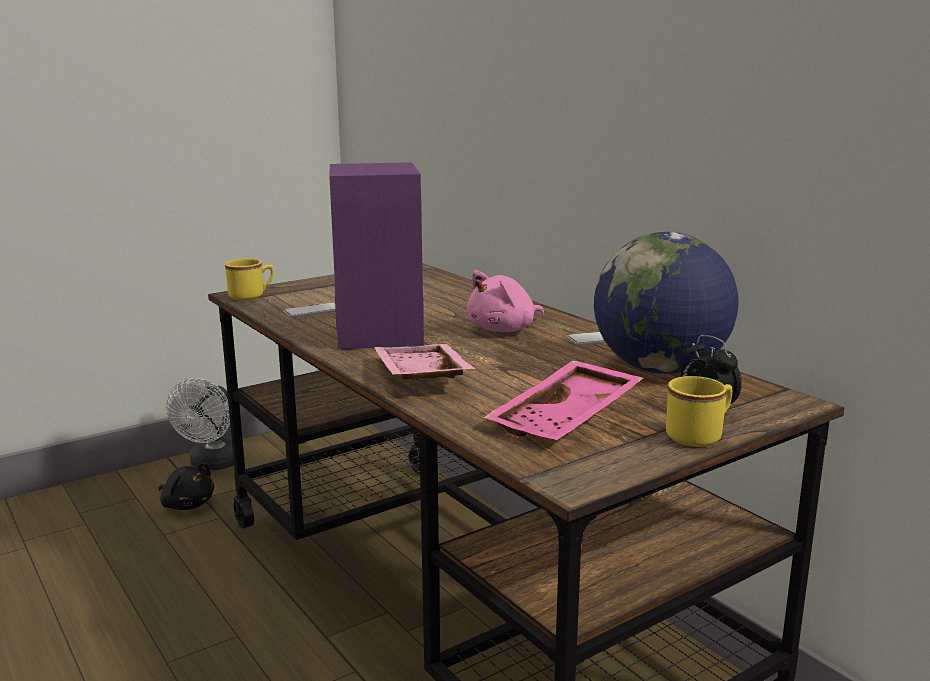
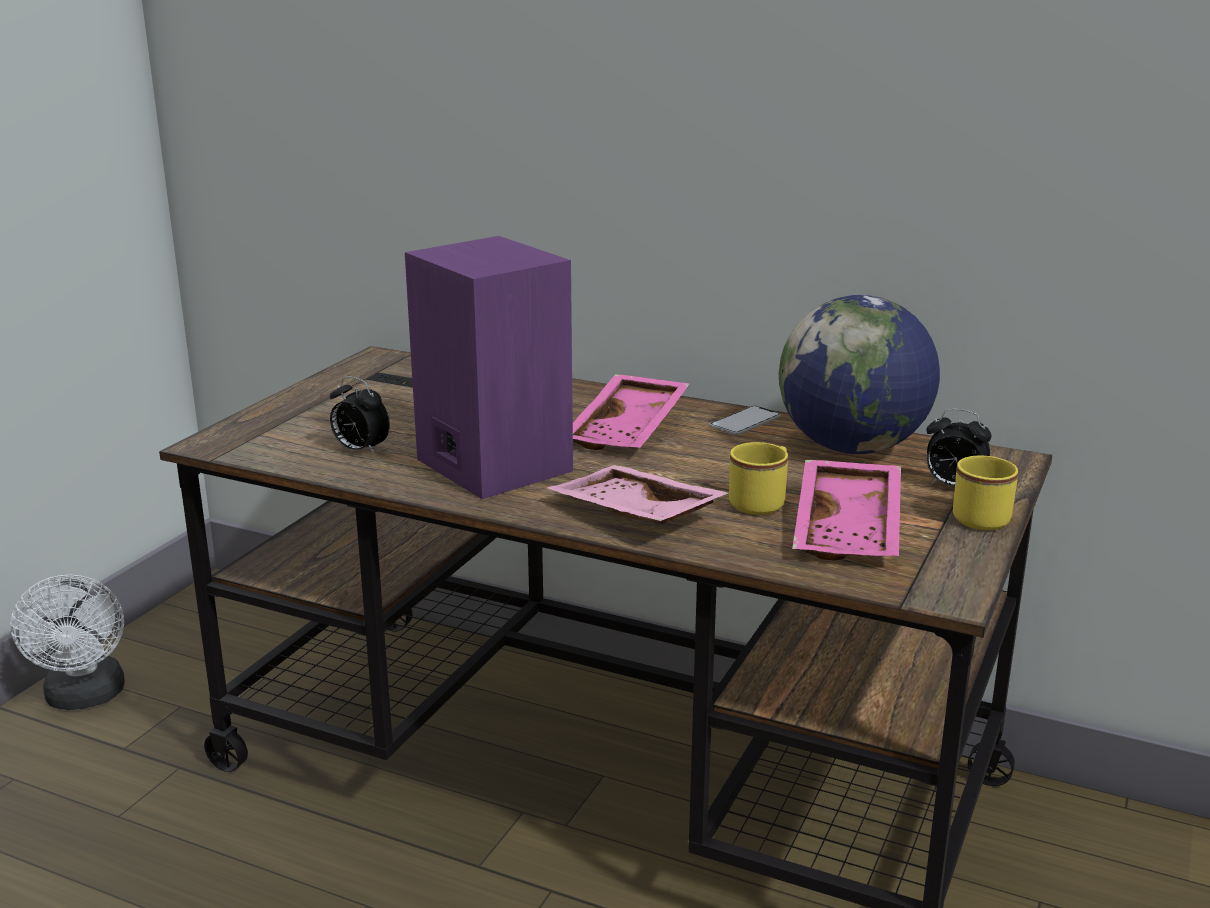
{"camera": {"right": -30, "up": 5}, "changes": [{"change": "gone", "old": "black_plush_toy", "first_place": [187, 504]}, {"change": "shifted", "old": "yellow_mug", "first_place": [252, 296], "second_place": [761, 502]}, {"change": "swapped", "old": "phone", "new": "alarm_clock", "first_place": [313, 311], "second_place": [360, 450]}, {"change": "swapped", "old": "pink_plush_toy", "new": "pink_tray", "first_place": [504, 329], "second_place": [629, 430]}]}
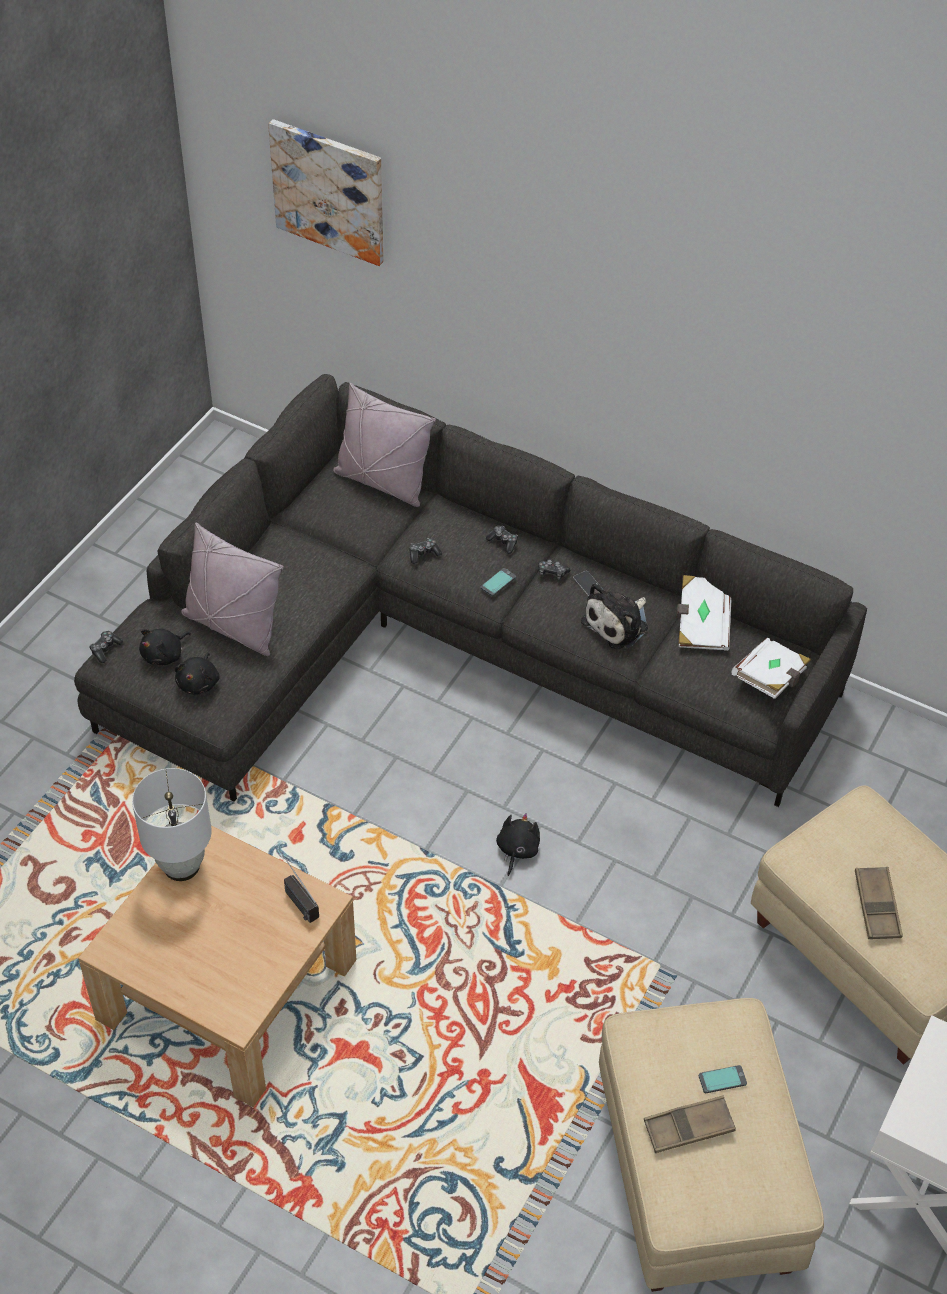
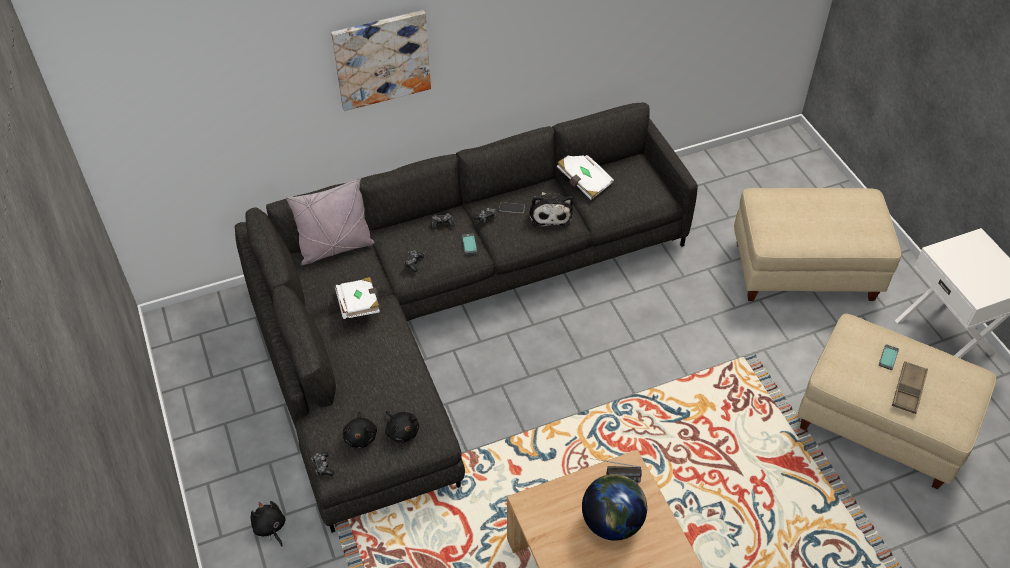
{"camera": {"right": -50, "up": 0}, "changes": [{"change": "gone", "old": "white_table_lamp", "first_place": [181, 865]}, {"change": "gone", "old": "purple_pillow", "first_place": [233, 626]}, {"change": "shifted", "old": "picture", "first_place": [329, 191], "second_place": [381, 59]}, {"change": "shifted", "old": "black_plush_toy", "first_place": [517, 850], "second_place": [270, 528]}, {"change": "shifted", "old": "white_book", "first_place": [770, 678], "second_place": [359, 305]}, {"change": "gone", "old": "brown_tray", "first_place": [877, 906]}, {"change": "new", "new": "globe", "second_place": [612, 522]}]}
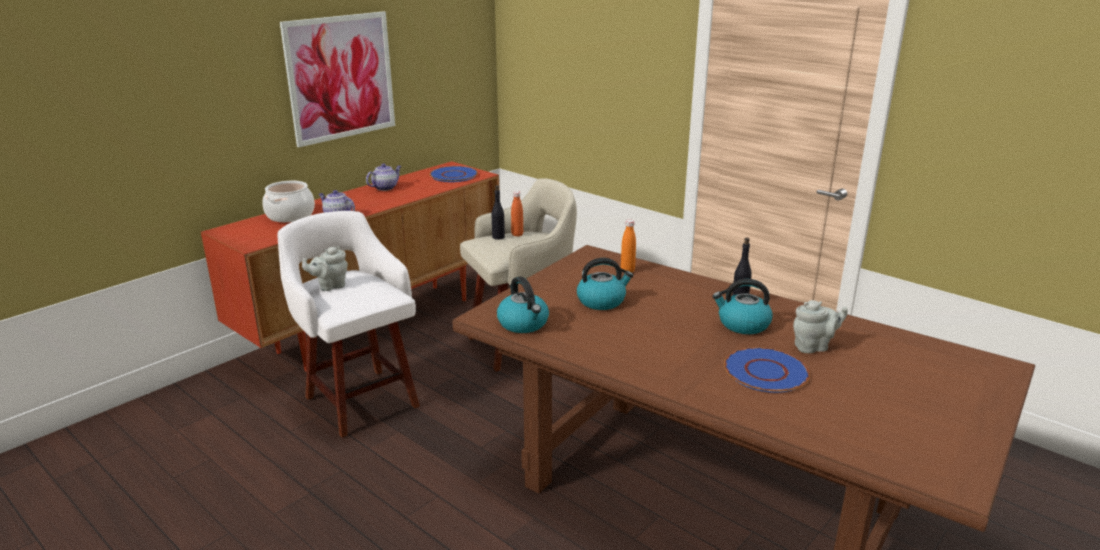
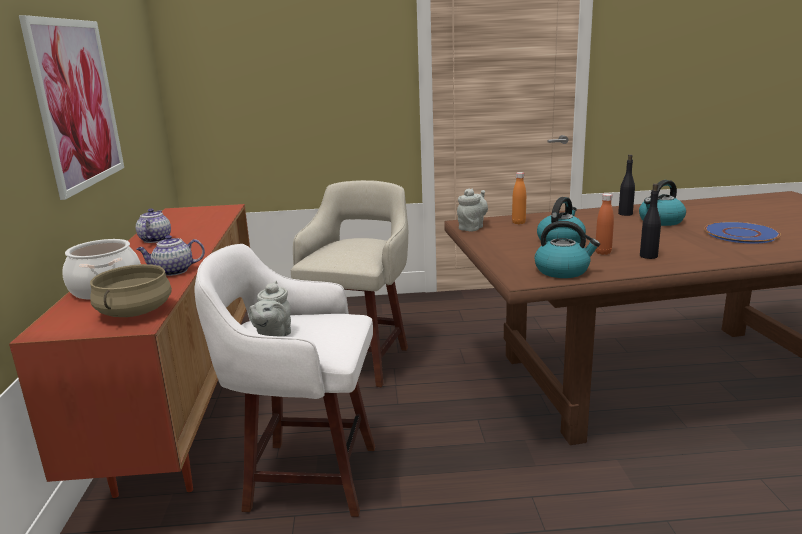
{"camera": {"right": -45, "up": -5}, "changes": [{"change": "gone", "old": "blue_plate", "first_place": [454, 175]}, {"change": "shifted", "old": "black_bottle", "first_place": [498, 237], "second_place": [648, 256]}, {"change": "shifted", "old": "orange_bottle", "first_place": [517, 234], "second_place": [603, 252]}, {"change": "shifted", "old": "grey_teapot", "first_place": [813, 347], "second_place": [472, 227]}, {"change": "new", "new": "beige_cooking_pot", "second_place": [134, 311]}]}
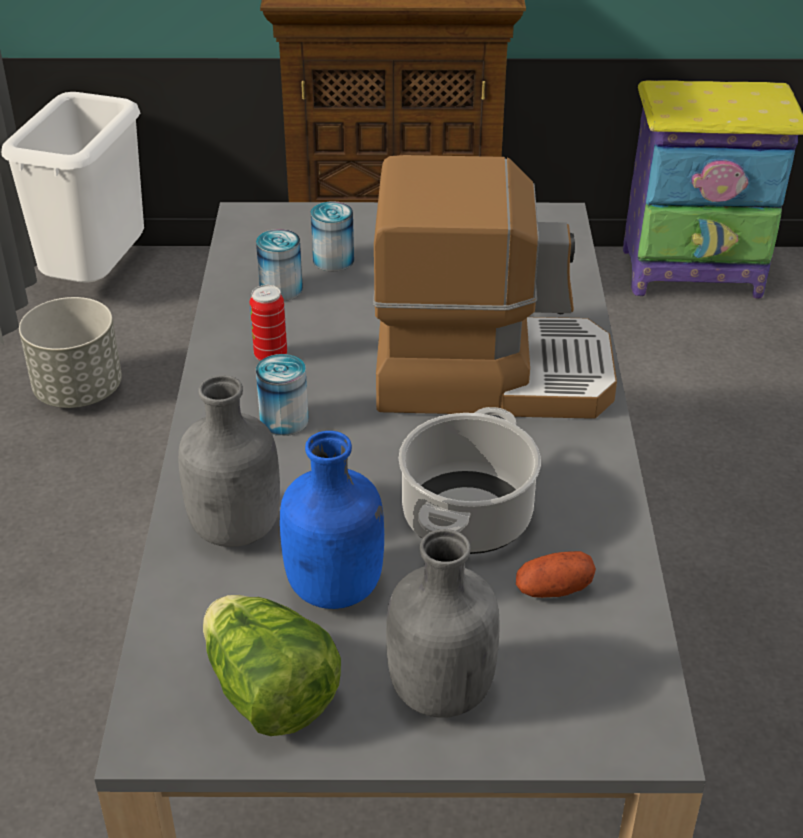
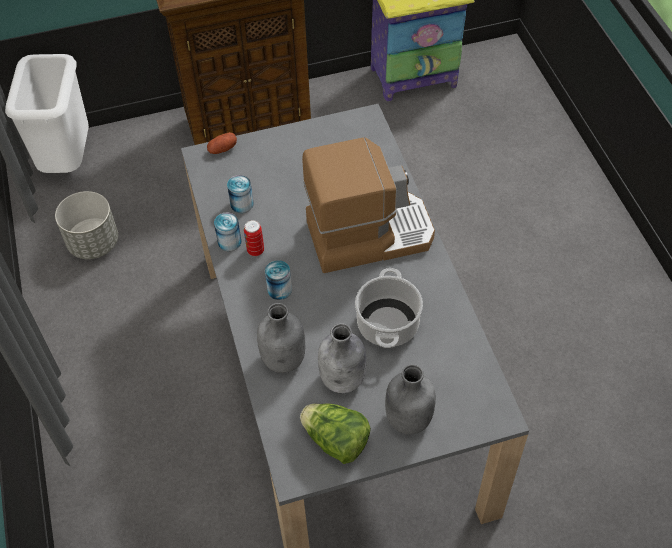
{"camera": {"right": -15, "up": 15}, "changes": [{"change": "repainted", "old": "blue_bottle", "new": "grey_bottle", "first_place": [336, 588], "second_place": [343, 379]}, {"change": "shifted", "old": "can", "first_place": [333, 260], "second_place": [229, 241]}, {"change": "shifted", "old": "potato", "first_place": [553, 589], "second_place": [222, 149]}]}
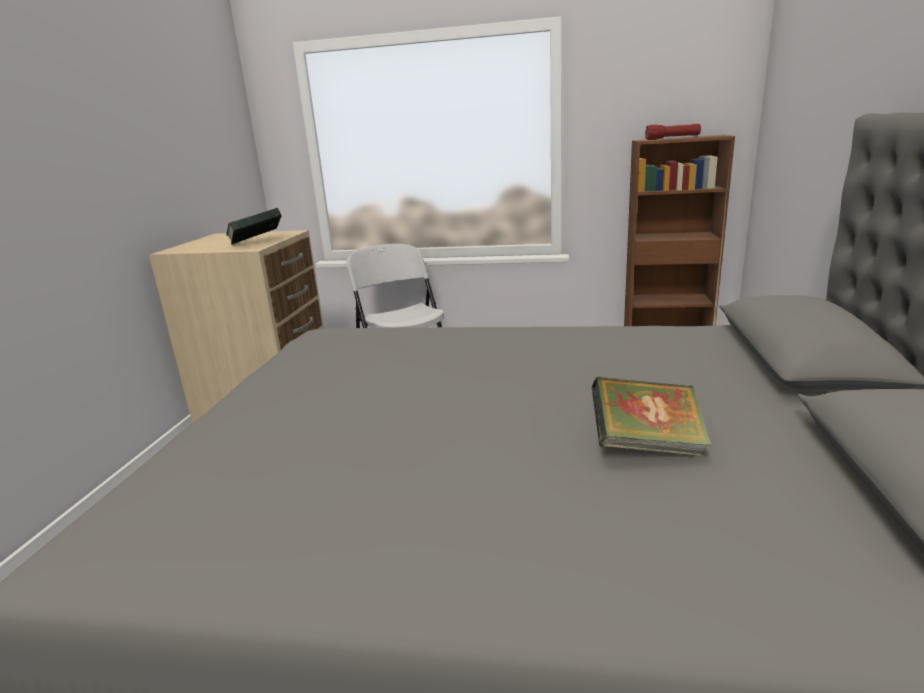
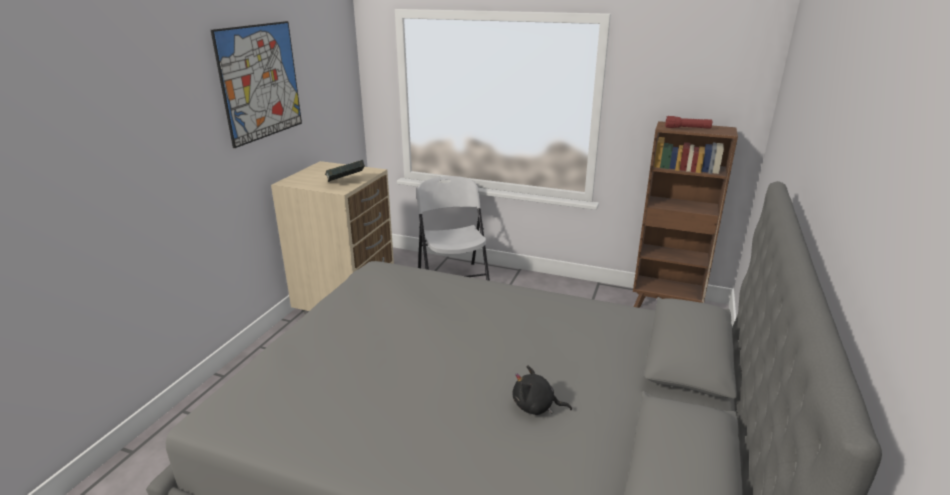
{"camera": {"right": 10, "up": 5}, "changes": [{"change": "swapped", "old": "book", "new": "black_plush_toy", "first_place": [646, 446], "second_place": [536, 407]}, {"change": "new", "new": "picture", "second_place": [260, 82]}]}
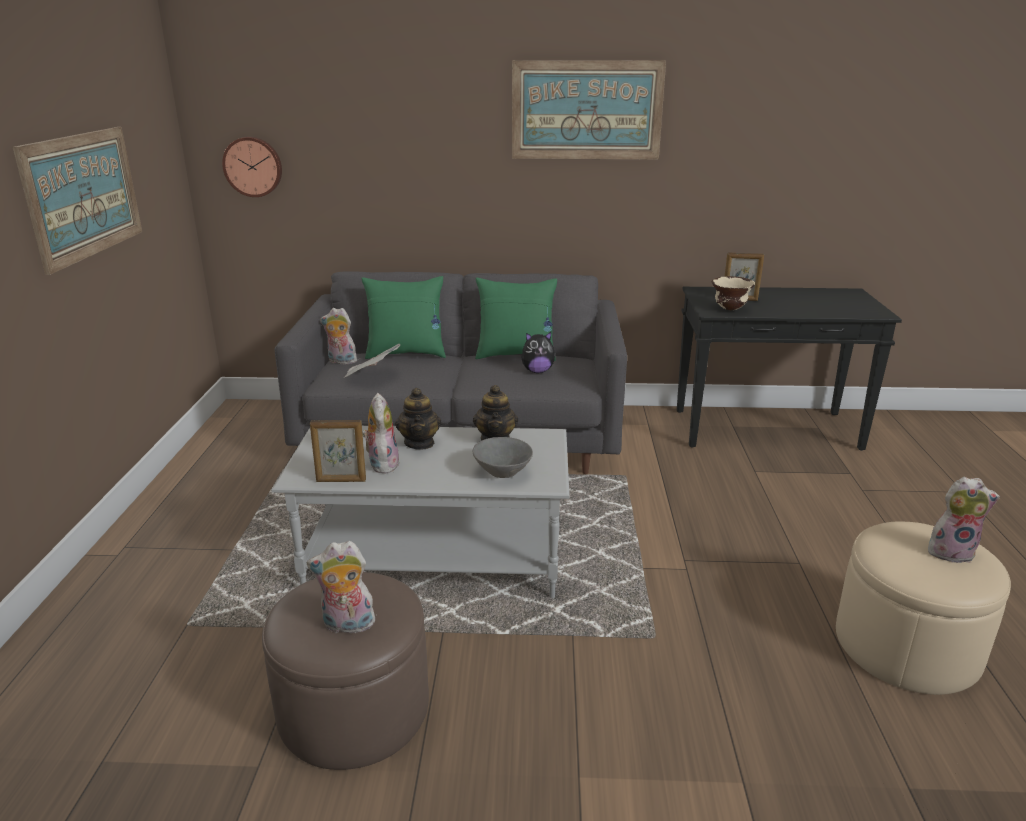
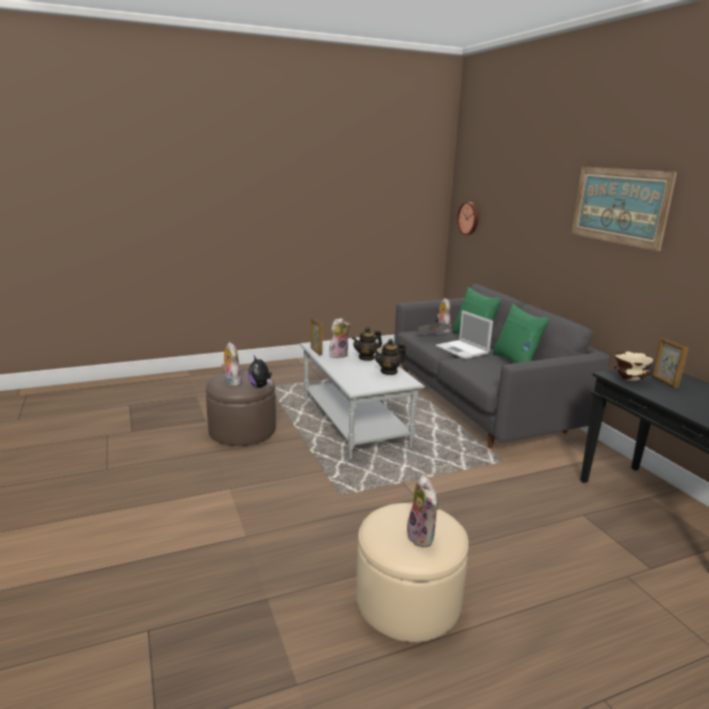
{"camera": {"right": 65, "up": -5}, "changes": [{"change": "gone", "old": "picture", "first_place": [83, 195]}, {"change": "gone", "old": "grey_bowl", "first_place": [503, 473]}, {"change": "shifted", "old": "plush_toy", "first_place": [537, 371], "second_place": [260, 386]}, {"change": "new", "new": "laptop", "second_place": [463, 350]}]}
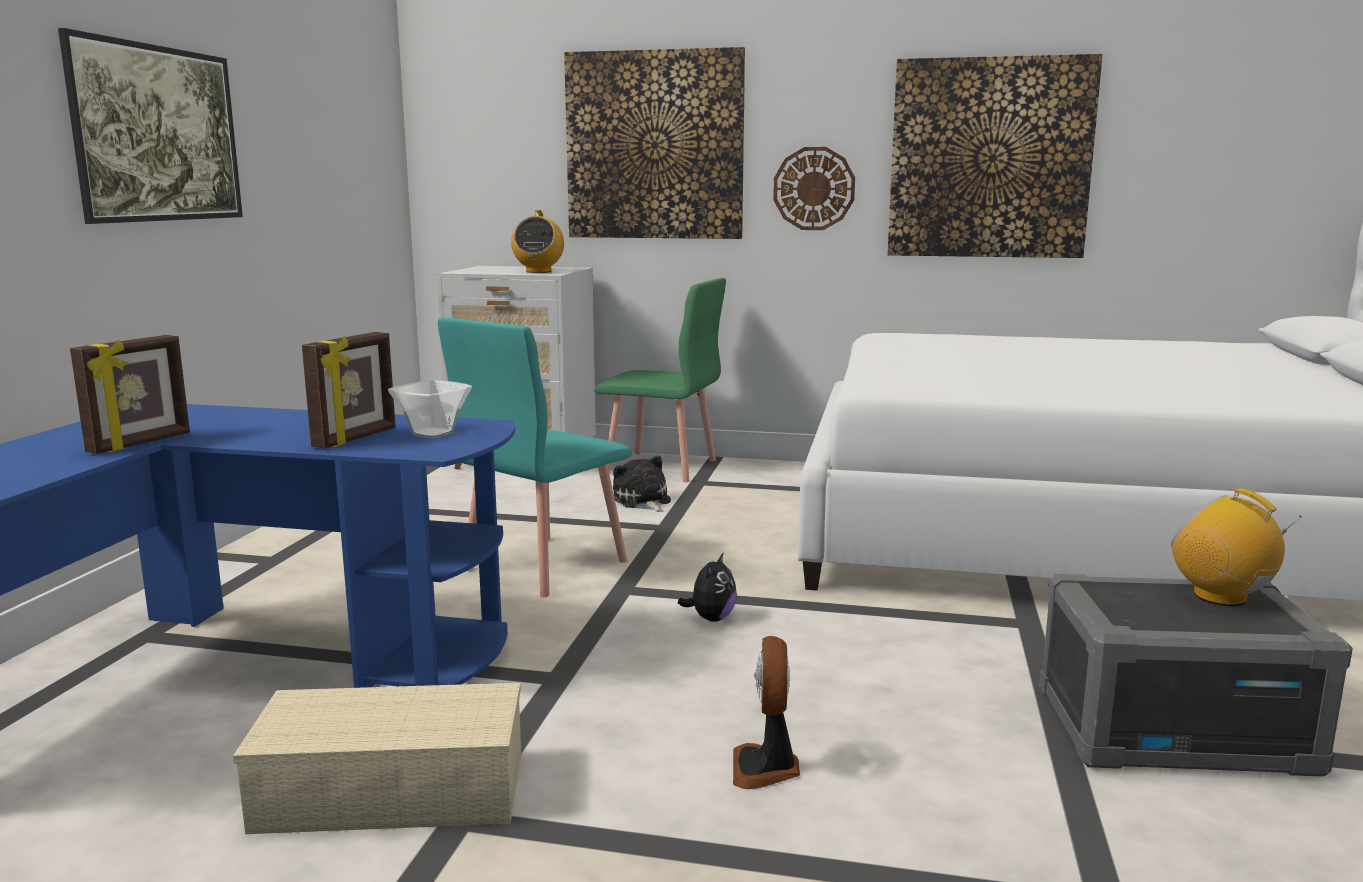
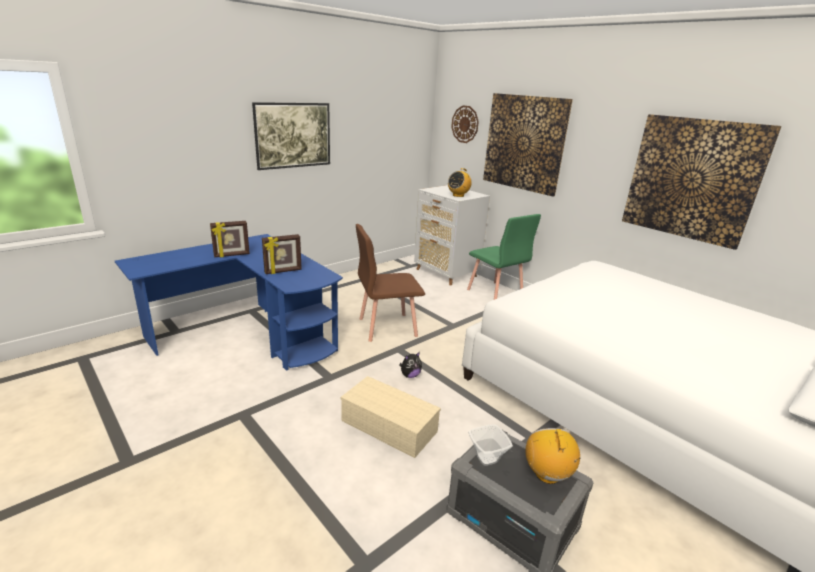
{"camera": {"right": 35, "up": 10}, "changes": [{"change": "shifted", "old": "beige_storage_box", "first_place": [396, 789], "second_place": [390, 426]}, {"change": "shifted", "old": "bowl", "first_place": [431, 434], "second_place": [486, 458]}, {"change": "repainted", "old": "turquoise_chair", "new": "brown_chair", "first_place": [543, 565], "second_place": [387, 327]}, {"change": "gone", "old": "plush_toy", "first_place": [642, 501]}, {"change": "gone", "old": "fan", "first_place": [766, 768]}, {"change": "shifted", "old": "wall_clock", "first_place": [814, 188], "second_place": [465, 124]}]}
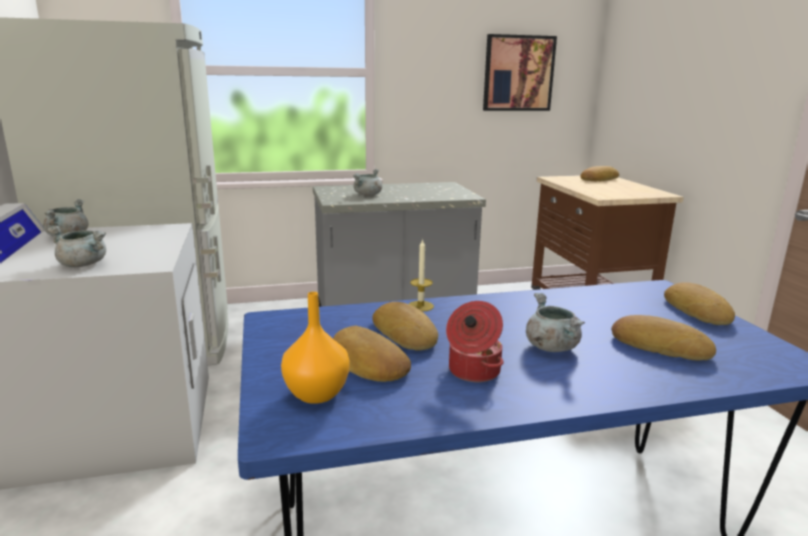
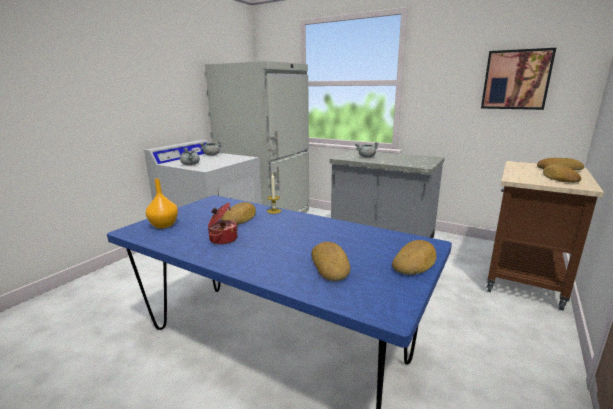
{"camera": {"right": 45, "up": 0}, "changes": [{"change": "shifted", "old": "bread", "first_place": [368, 363], "second_place": [559, 178]}, {"change": "gone", "old": "grey_cooking_pot", "first_place": [551, 347]}]}
